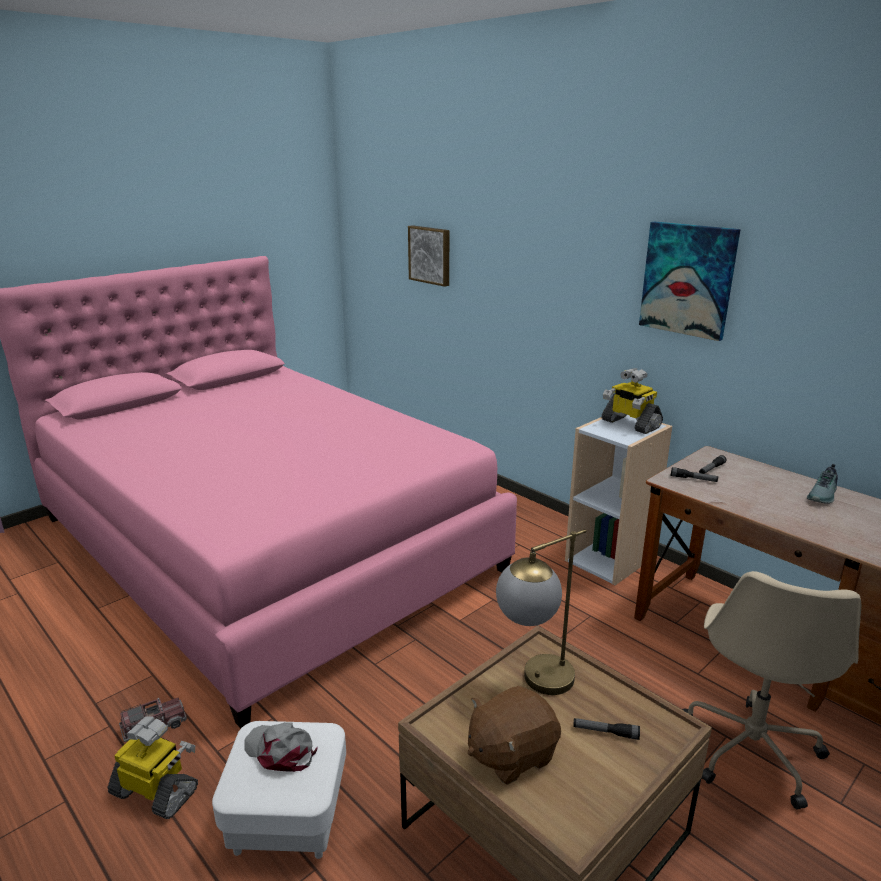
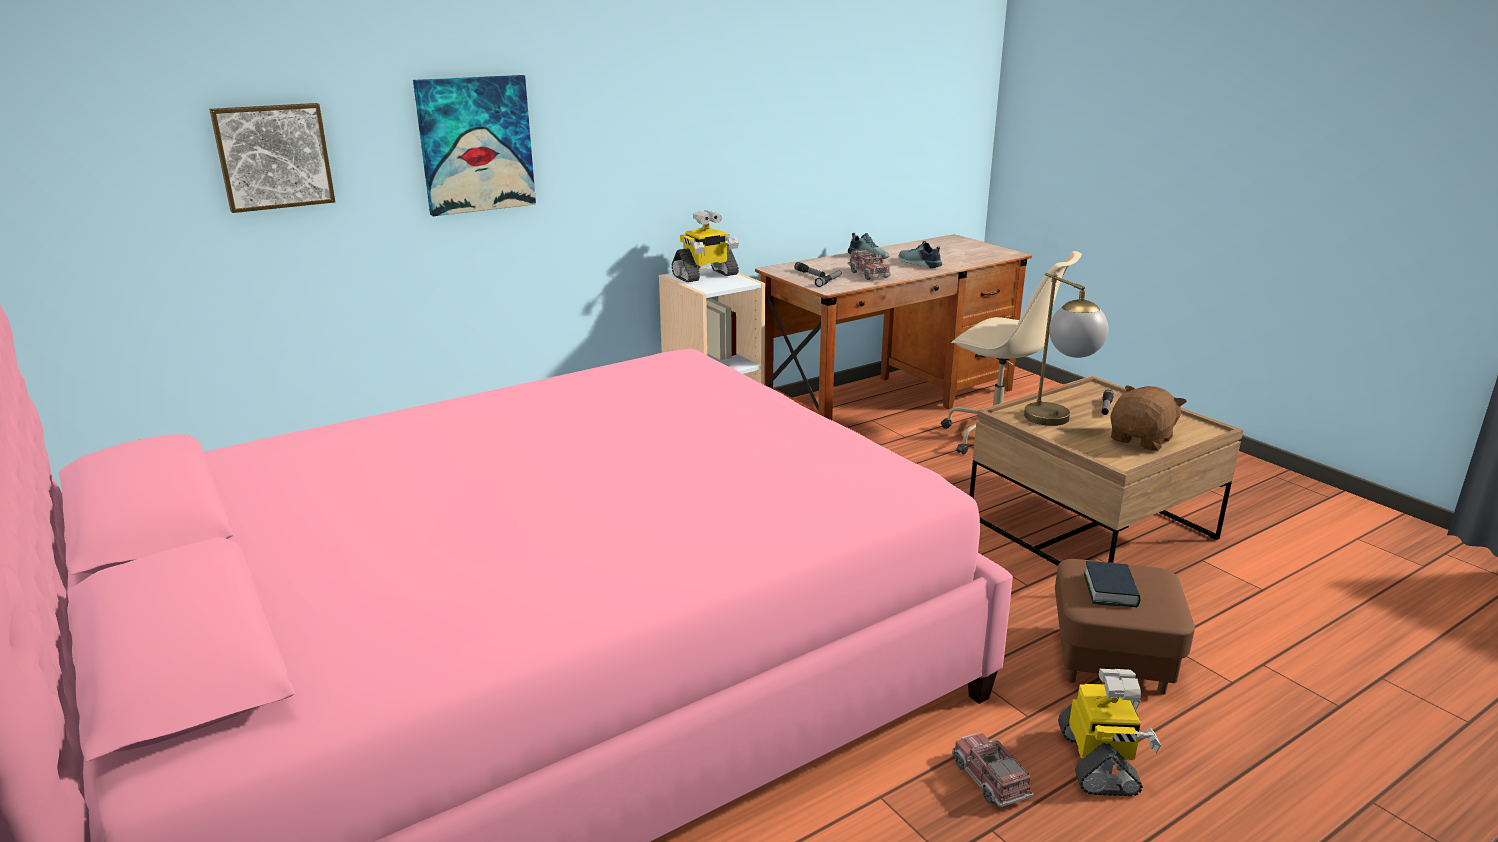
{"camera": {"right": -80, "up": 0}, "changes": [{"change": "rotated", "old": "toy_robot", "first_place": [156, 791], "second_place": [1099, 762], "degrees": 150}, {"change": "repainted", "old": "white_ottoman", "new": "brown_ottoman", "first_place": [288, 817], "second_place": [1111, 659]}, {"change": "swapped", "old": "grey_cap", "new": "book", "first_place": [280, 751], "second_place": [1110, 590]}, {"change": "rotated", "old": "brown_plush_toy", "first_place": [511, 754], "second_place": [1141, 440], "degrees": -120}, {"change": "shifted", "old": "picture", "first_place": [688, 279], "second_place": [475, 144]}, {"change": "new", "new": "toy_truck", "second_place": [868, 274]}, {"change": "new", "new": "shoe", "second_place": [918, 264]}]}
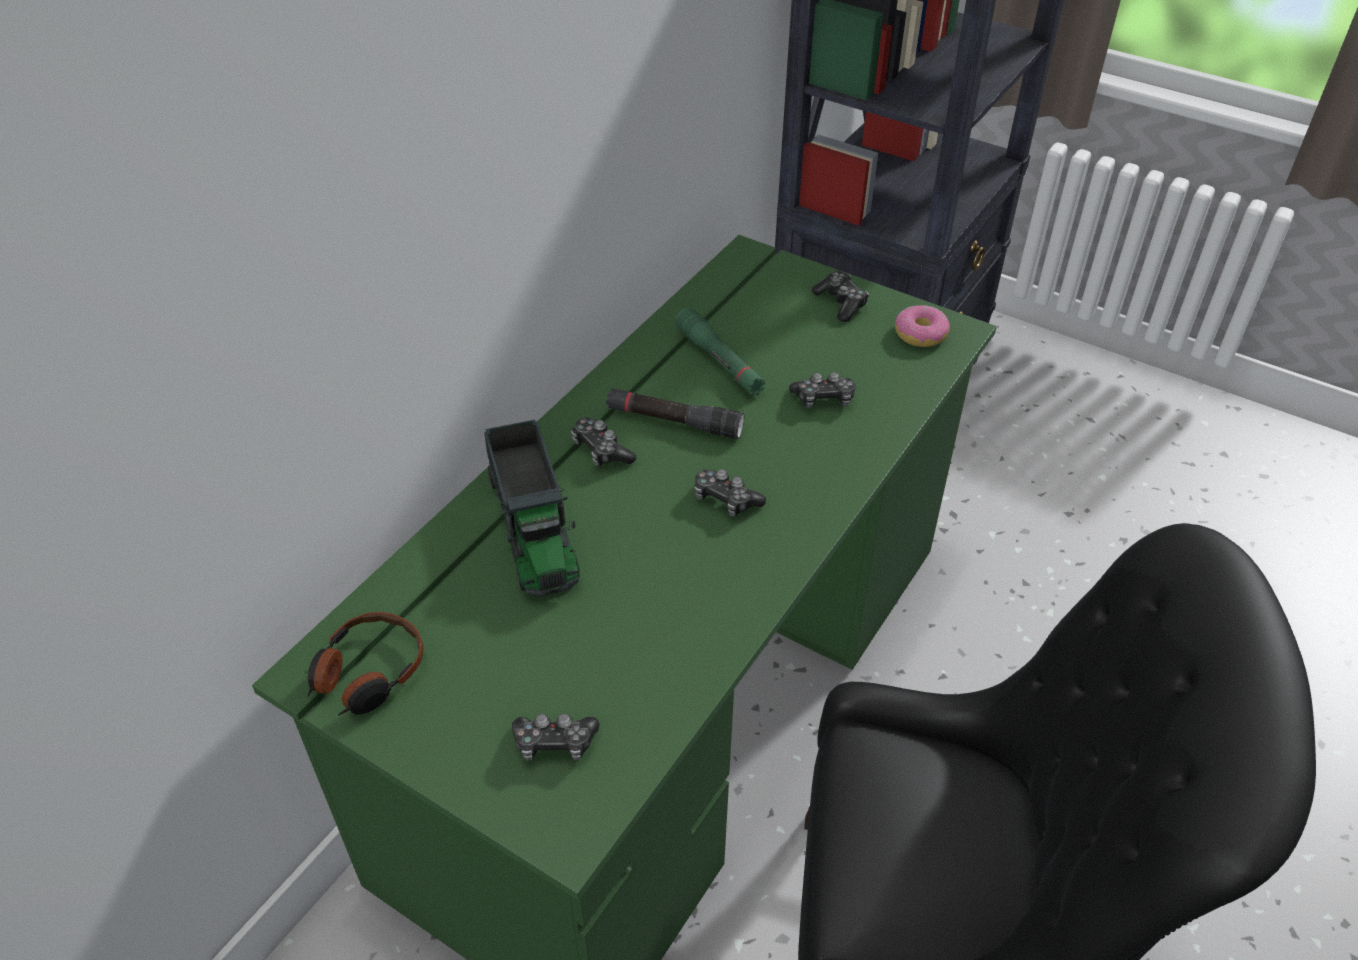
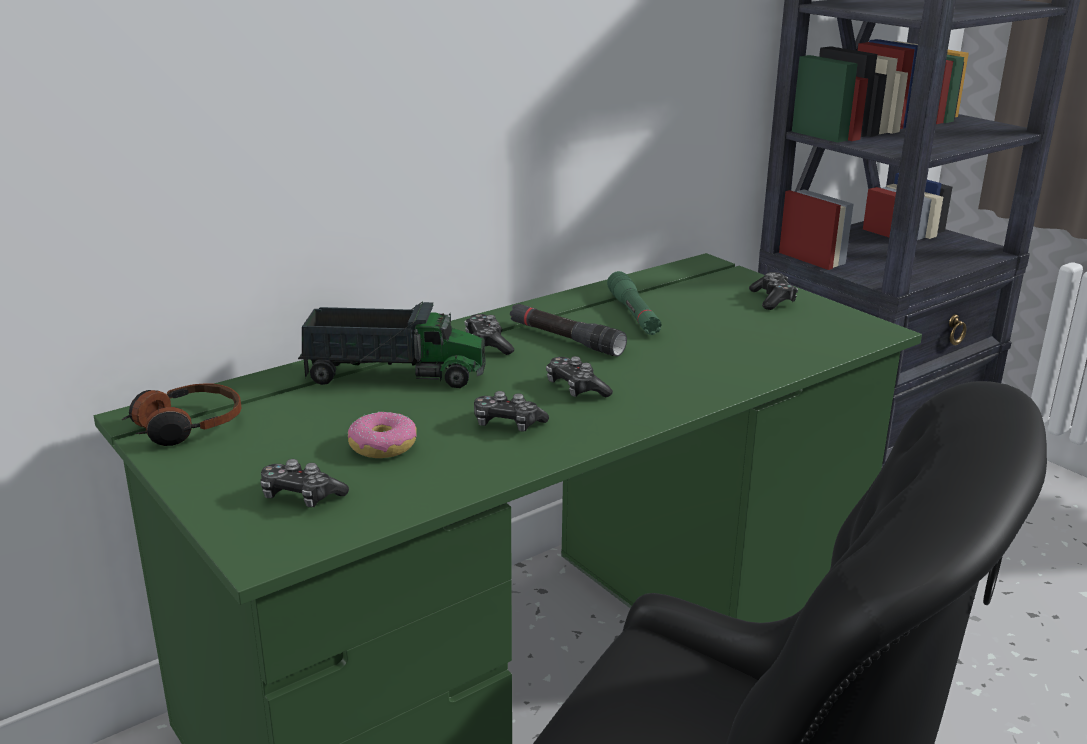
{"camera": {"right": 20, "up": -20}, "changes": [{"change": "rotated", "old": "toy_truck", "first_place": [534, 528], "second_place": [393, 375], "degrees": -90}, {"change": "shifted", "old": "game_controller", "first_place": [824, 399], "second_place": [507, 424]}, {"change": "shifted", "old": "donut", "first_place": [920, 334], "second_place": [382, 446]}]}
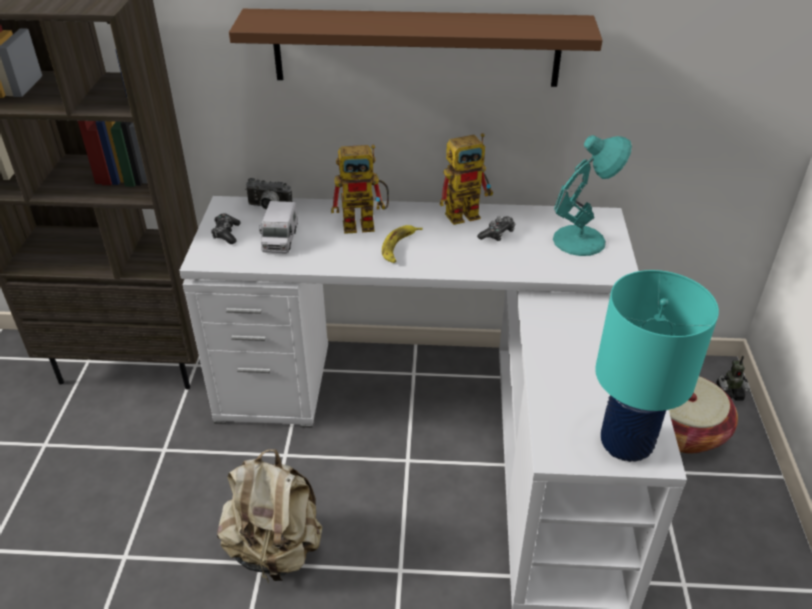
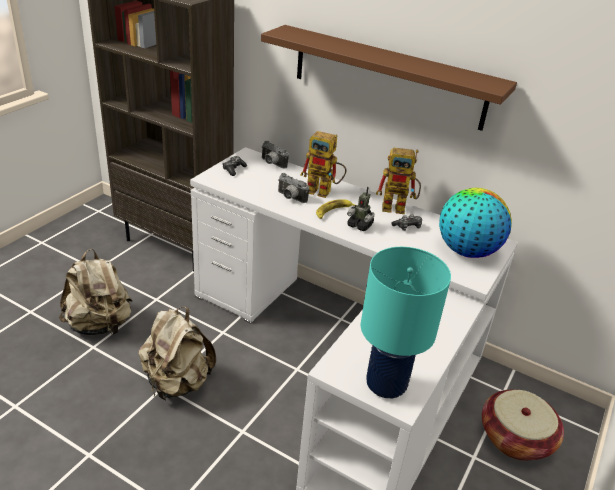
{"camera": {"right": 25, "up": -5}, "changes": [{"change": "gone", "old": "toy_truck", "first_place": [280, 239]}, {"change": "swapped", "old": "turquoise_table_lamp", "new": "globe", "first_place": [582, 240], "second_place": [467, 251]}, {"change": "shifted", "old": "toy_robot", "first_place": [729, 393], "second_place": [360, 225]}, {"change": "new", "new": "beige_backpack", "second_place": [100, 325]}, {"change": "new", "new": "photo_camera", "second_place": [290, 198]}]}
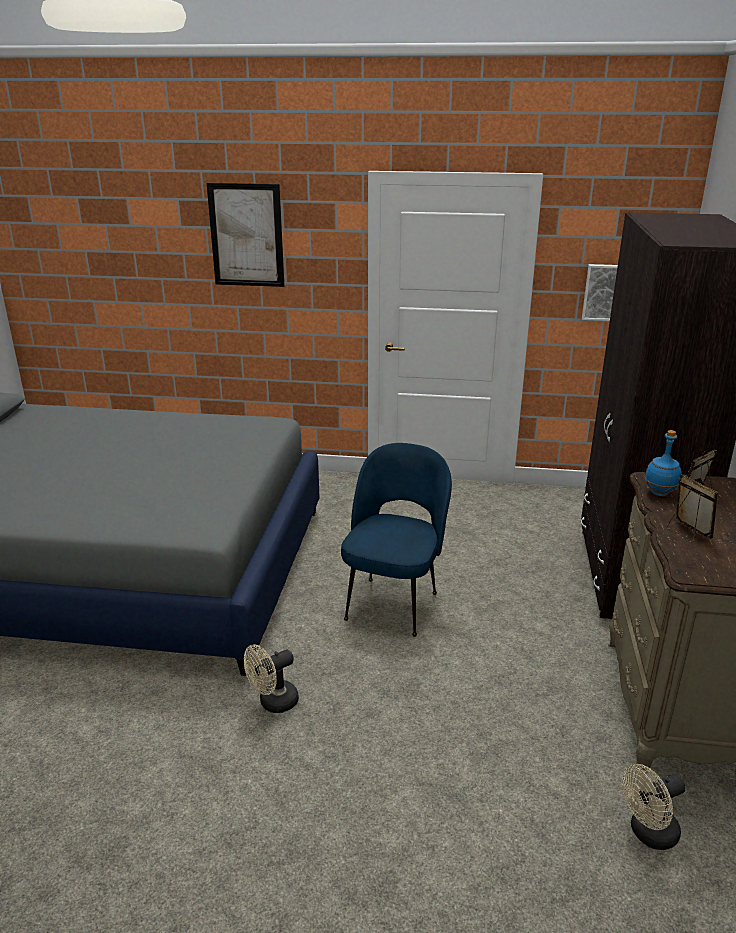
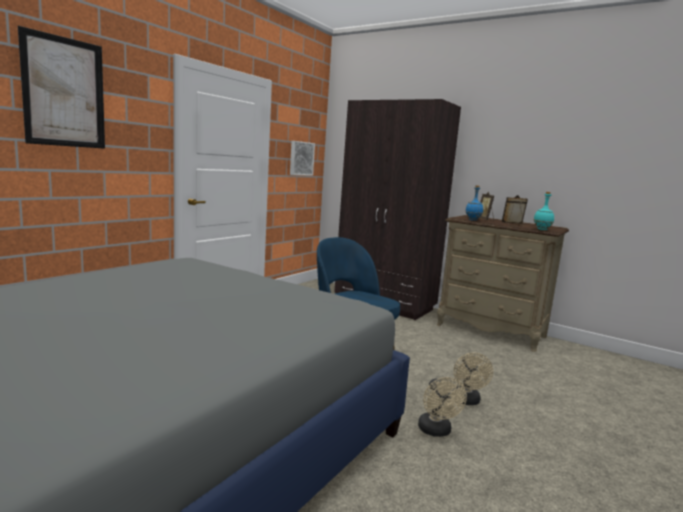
{"camera": {"right": -65, "up": -15}, "changes": [{"change": "shifted", "old": "beige_fan", "first_place": [648, 833], "second_place": [466, 401]}, {"change": "new", "new": "turquoise_bottle", "second_place": [542, 229]}]}
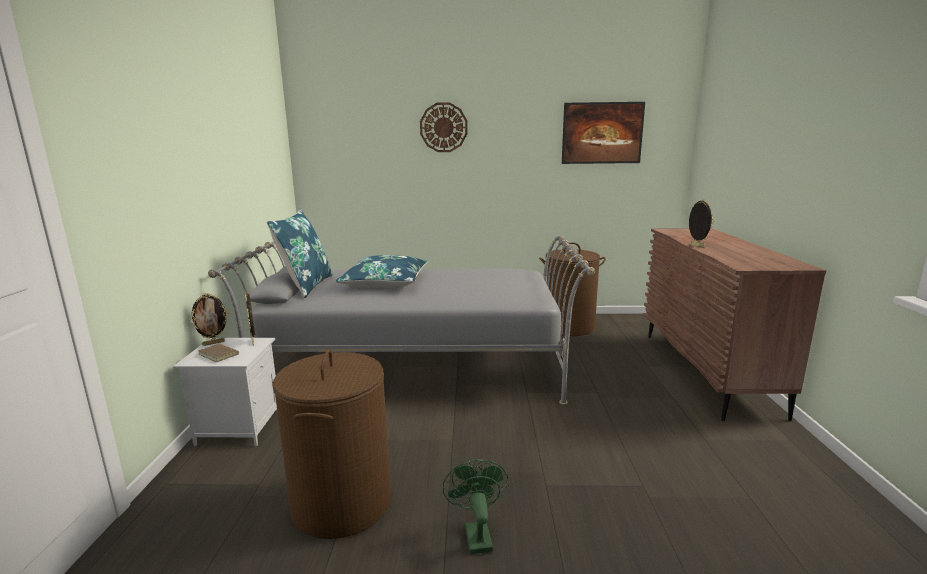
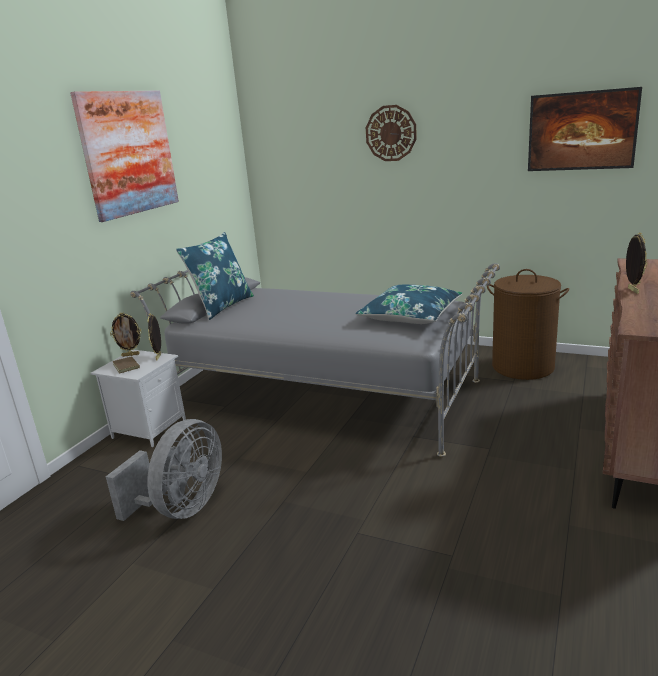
{"camera": {"right": 25, "up": 5}, "changes": [{"change": "swapped", "old": "brown_laundry_basket", "new": "grey_fan", "first_place": [341, 503], "second_place": [182, 508]}, {"change": "shifted", "old": "blue_pillow", "first_place": [385, 282], "second_place": [410, 315]}, {"change": "gone", "old": "green_fan", "first_place": [476, 533]}, {"change": "new", "new": "picture", "second_place": [128, 153]}]}
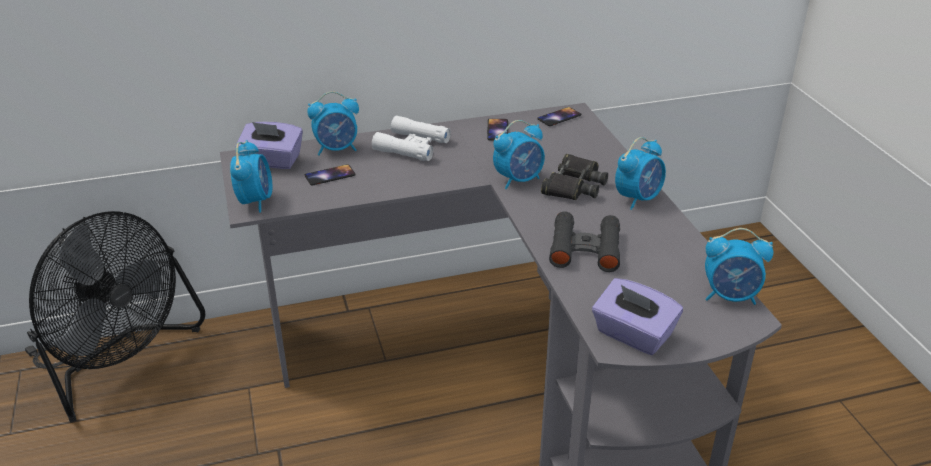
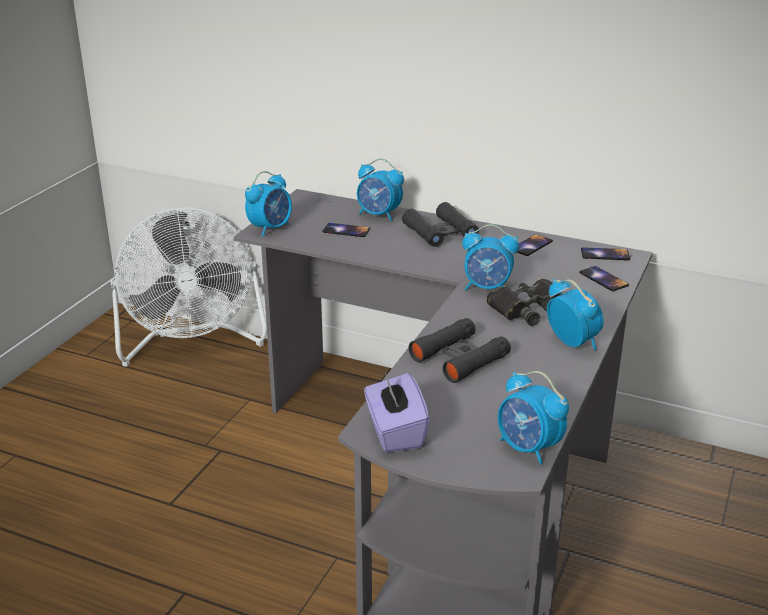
{"camera": {"right": 40, "up": -5}, "changes": [{"change": "repainted", "old": "black_fan", "new": "white_fan", "first_place": [112, 363], "second_place": [185, 341]}, {"change": "gone", "old": "purple_tissue_box", "first_place": [272, 161]}, {"change": "repainted", "old": "white_binoculars", "new": "black_binoculars", "first_place": [412, 146], "second_place": [440, 232]}, {"change": "rotated", "old": "alarm_clock", "first_place": [638, 198], "second_place": [572, 342], "degrees": -120}, {"change": "new", "new": "phone", "second_place": [603, 279]}]}
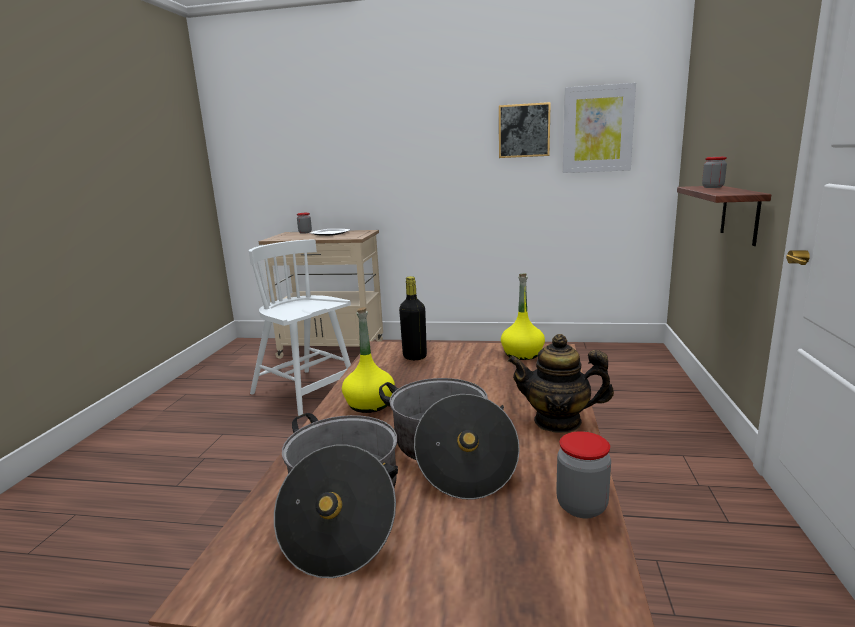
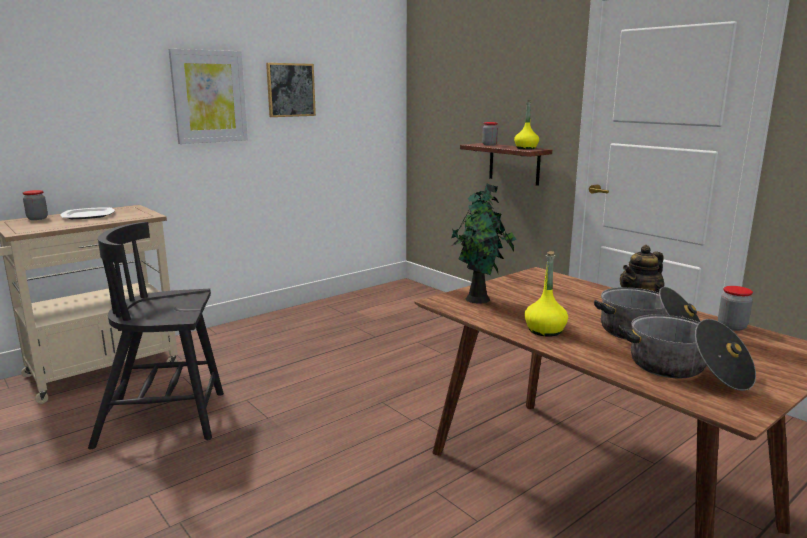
{"camera": {"right": -50, "up": 0}, "changes": [{"change": "repainted", "old": "white_chair", "new": "black_chair", "first_place": [305, 392], "second_place": [165, 418]}, {"change": "swapped", "old": "black_bottle", "new": "potted_plant", "first_place": [414, 357], "second_place": [479, 299]}, {"change": "shifted", "old": "yellow_bottle", "first_place": [522, 354], "second_place": [526, 148]}, {"change": "shifted", "old": "picture", "first_place": [597, 129], "second_place": [209, 96]}]}
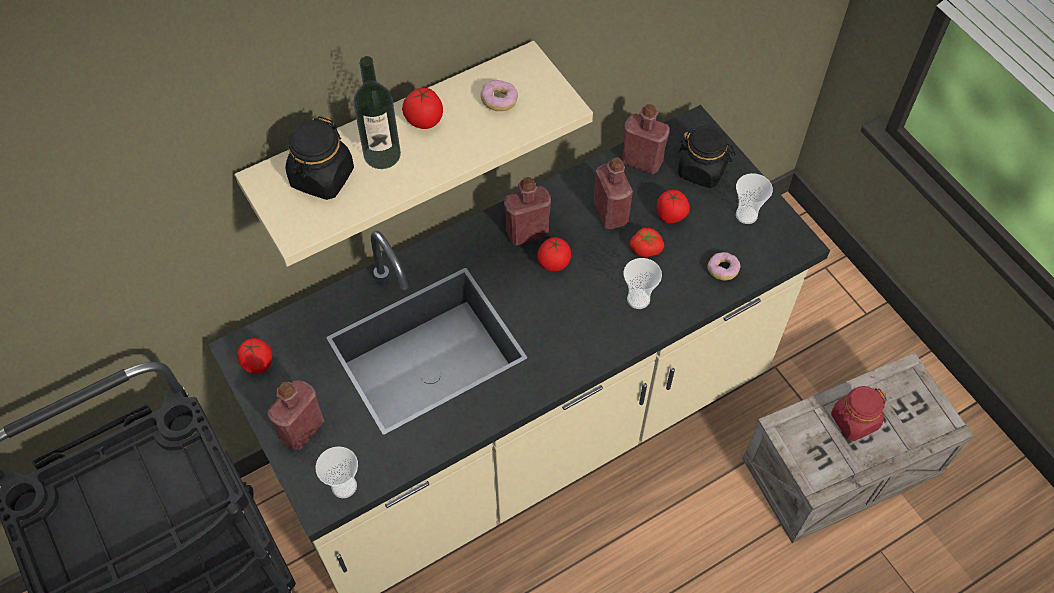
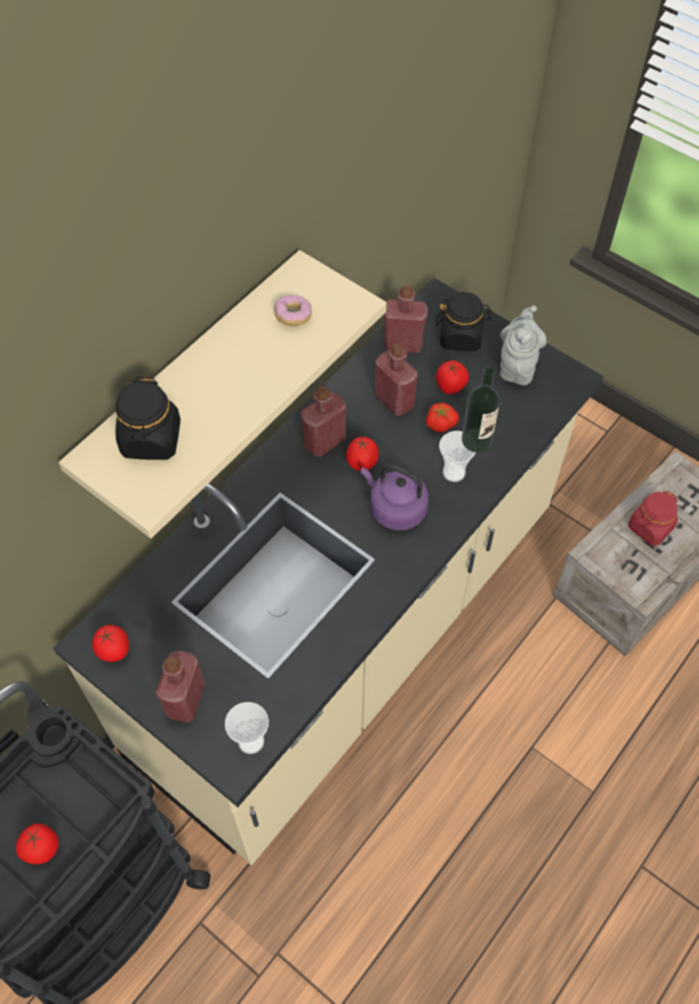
{"camera": {"right": -20, "up": 0}, "changes": [{"change": "shifted", "old": "bottle", "first_place": [382, 155], "second_place": [476, 440]}, {"change": "shifted", "old": "tomato", "first_place": [424, 121], "second_place": [42, 849]}, {"change": "gone", "old": "donut", "first_place": [722, 270]}, {"change": "swapped", "old": "cup", "new": "grey_teapot", "first_place": [746, 215], "second_place": [517, 366]}, {"change": "new", "new": "purple_kettle", "second_place": [395, 509]}]}
